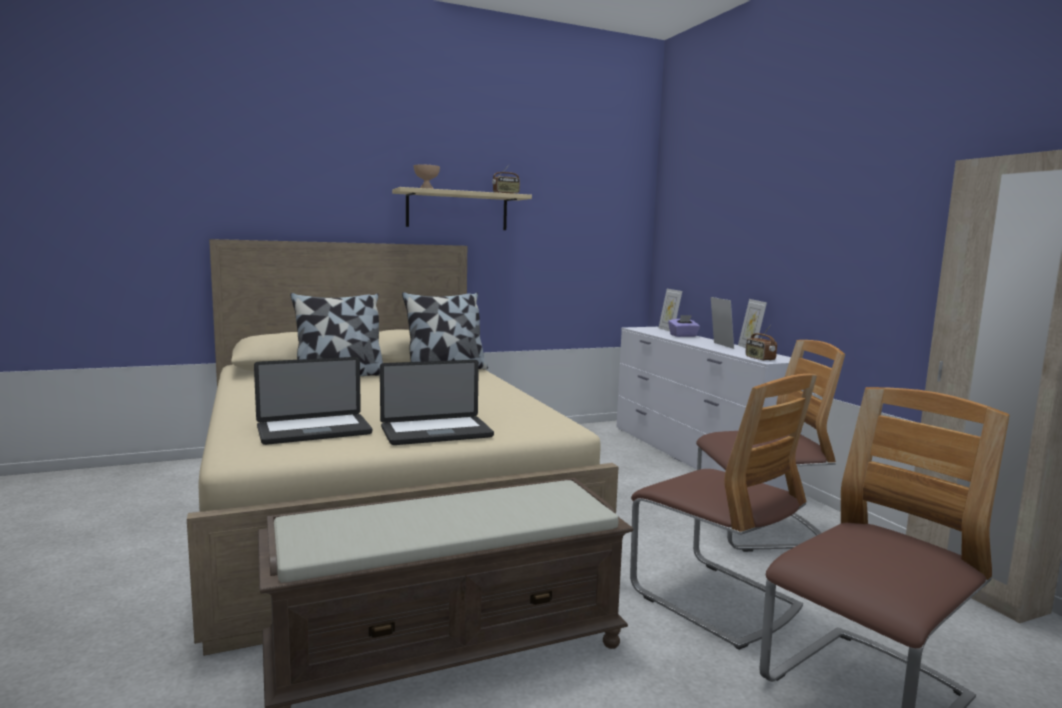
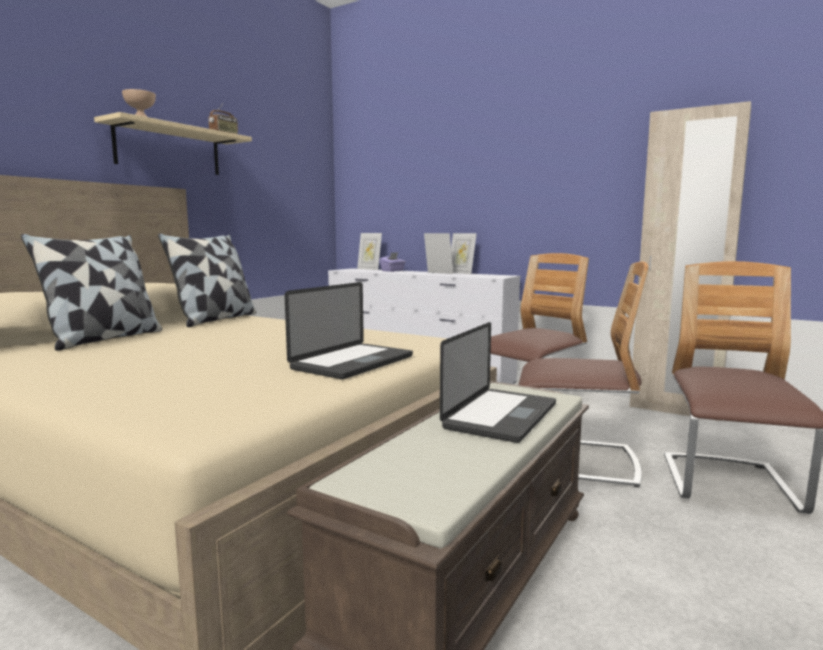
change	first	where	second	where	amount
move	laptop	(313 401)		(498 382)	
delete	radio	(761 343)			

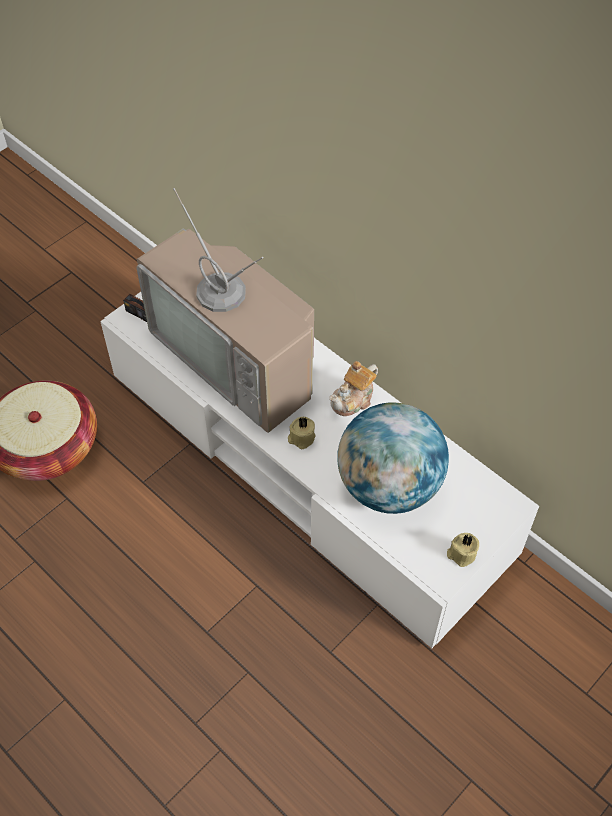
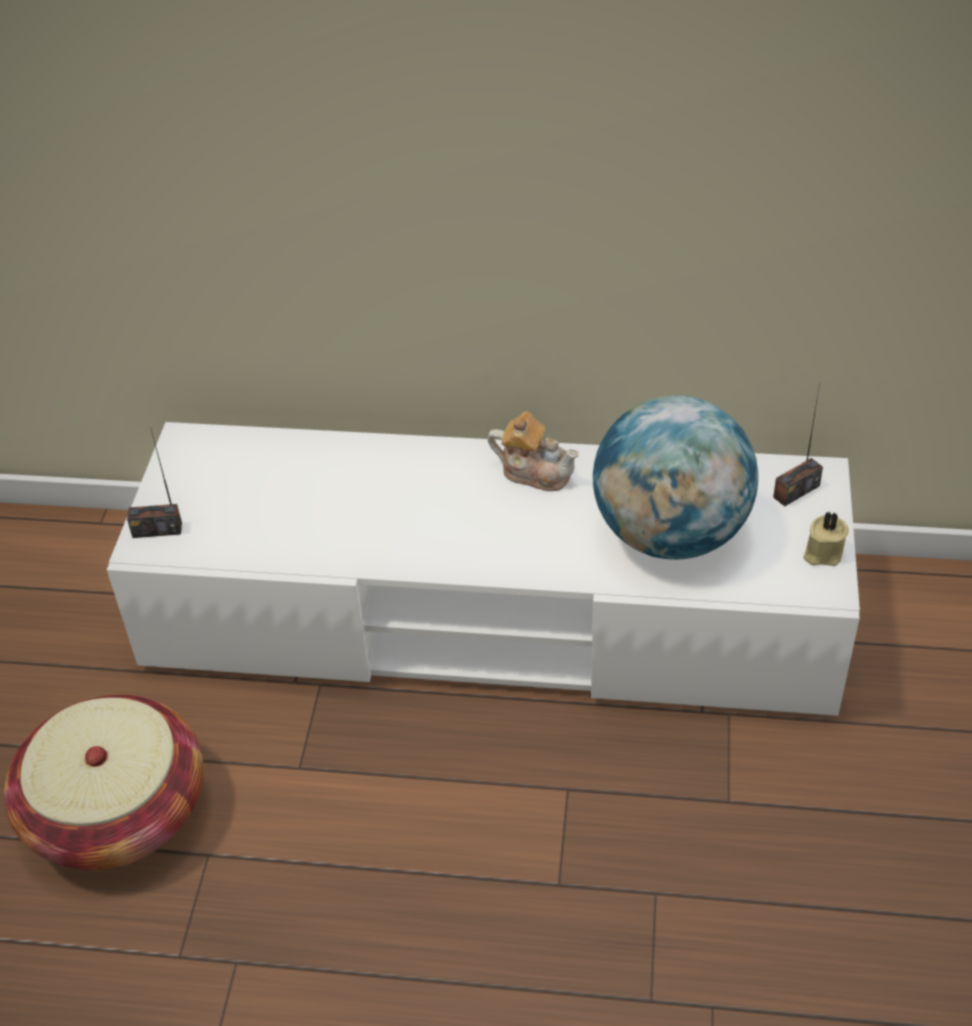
change	first	where	second	where	amount
delete	television	(225 310)			
delete	beige candle	(301 433)			
rotate	teapot	(353 388)		(533 451)	75 degrees counterclockwise
insert			radio	(798 445)	

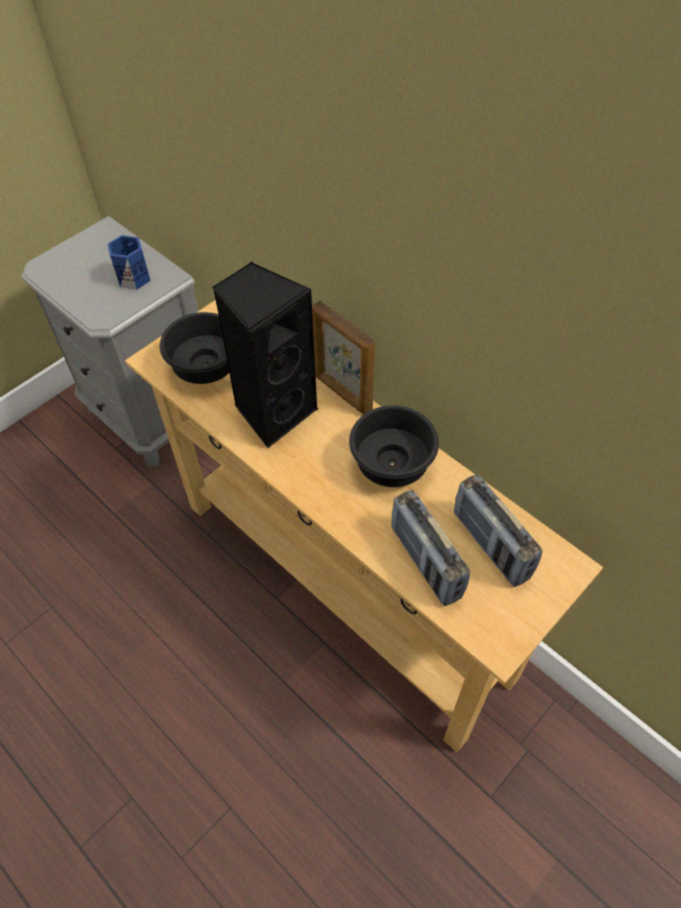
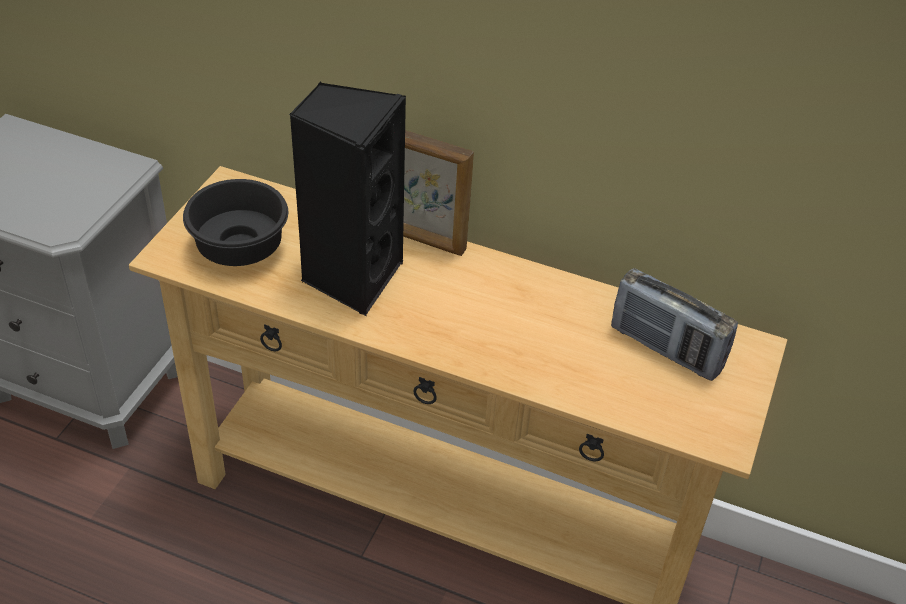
change	first	where	second	where	amount
delete	blue mug	(129 262)			
delete	black bowl	(394 446)			
delete	radio	(430 548)			

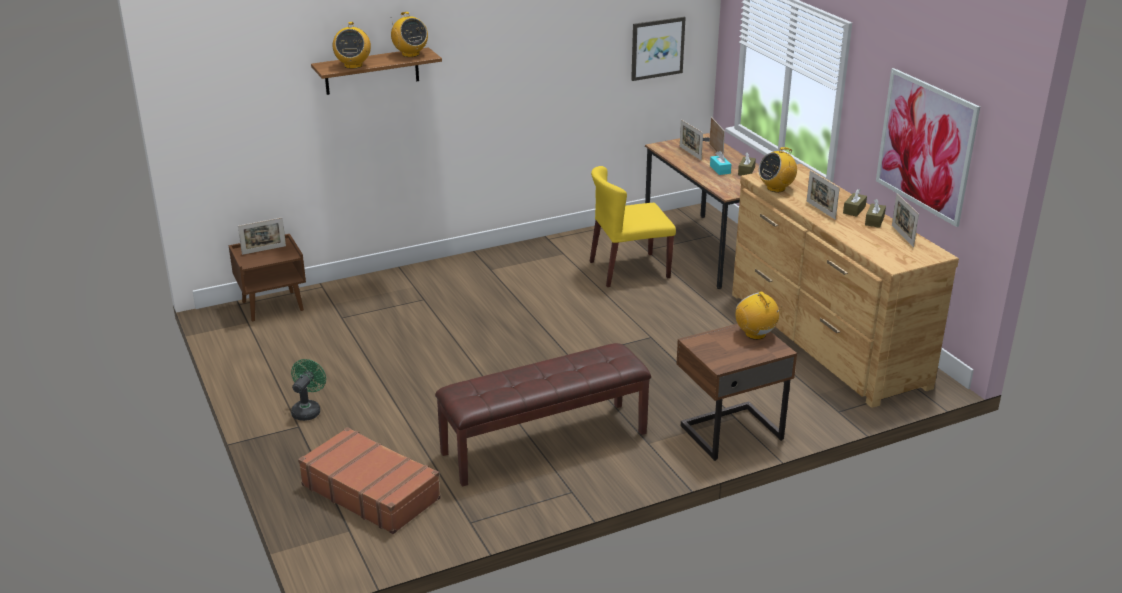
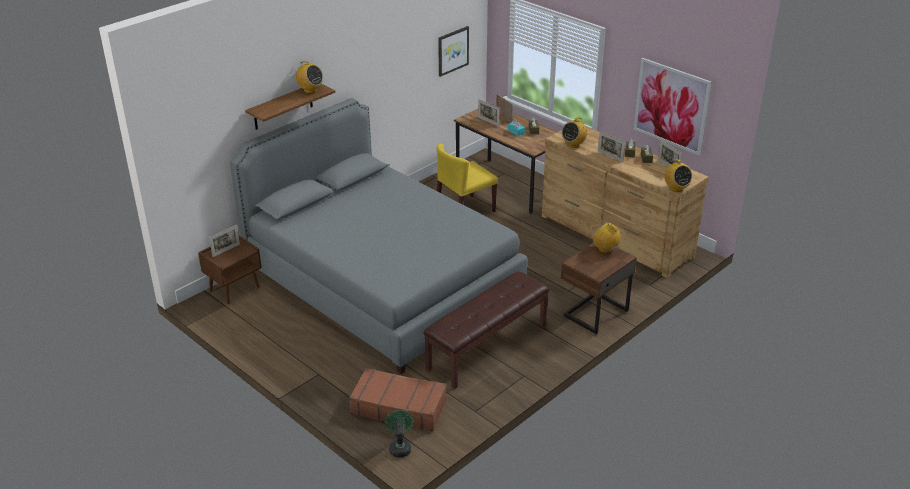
change	first	where	second	where	amount
move	green fan	(308 390)		(399 434)	
move	radio	(352 45)		(678 175)	
insert			grey bed	(378 236)	

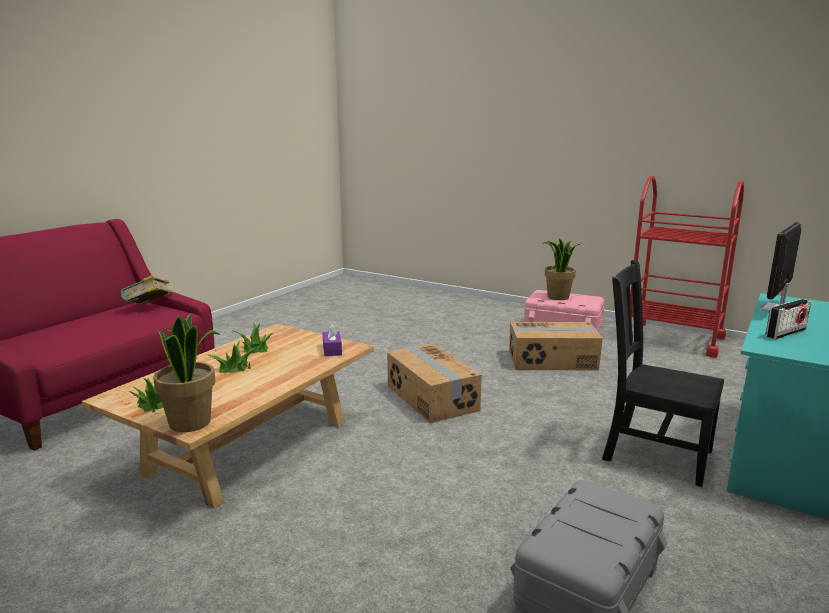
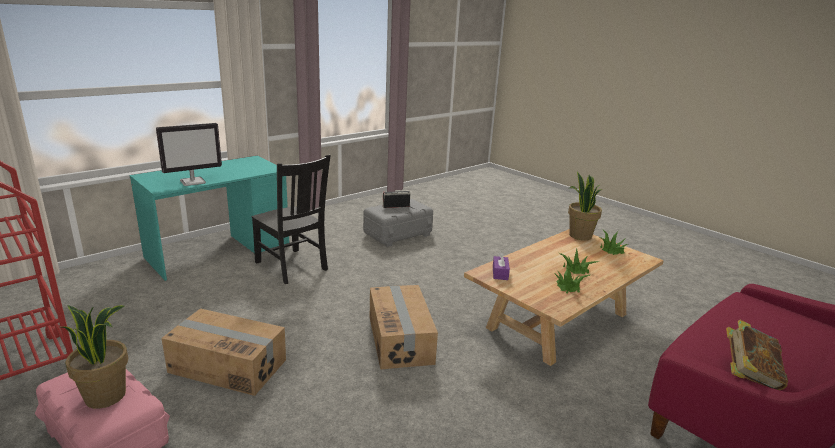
change	first	where	second	where	amount
move	radio	(788 319)		(396 199)	

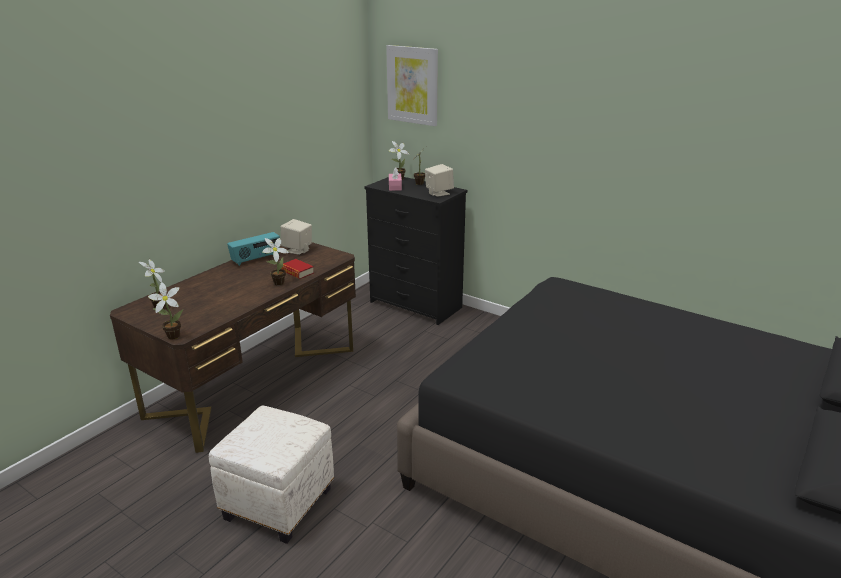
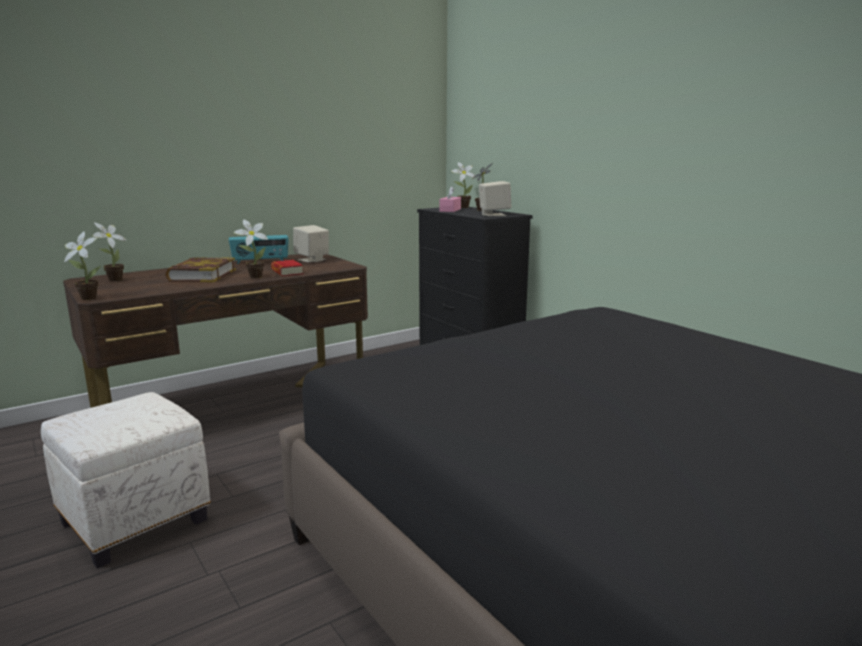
change	first	where	second	where	amount
delete	picture	(412 85)			
insert			book	(200 269)	

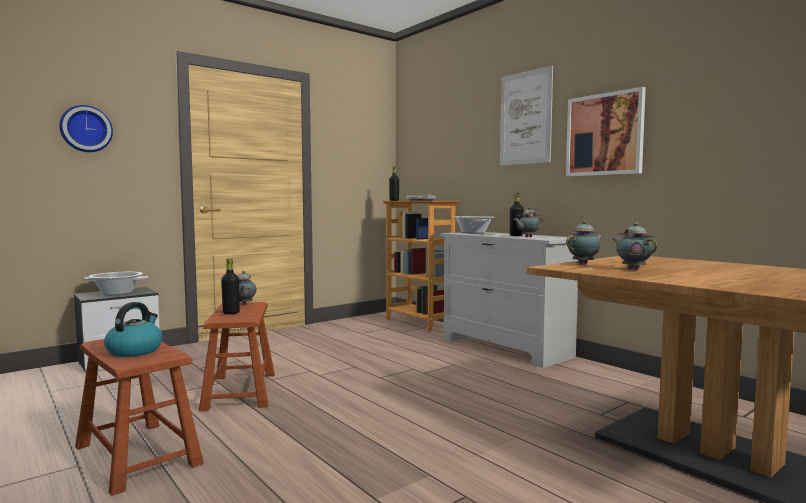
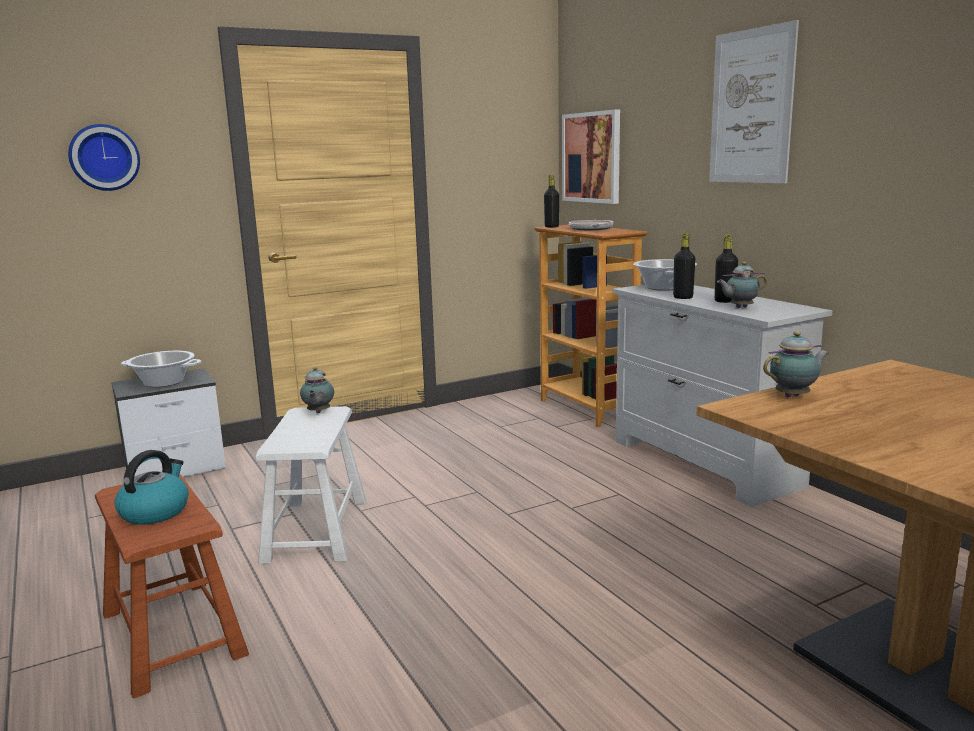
change	first	where	second	where	amount
recolor	brown stool	(237 357)	white stool	(311 485)	
move	black bottle	(230 286)		(684 266)	
move	picture	(606 131)		(591 157)	
delete	teapot	(635 246)			

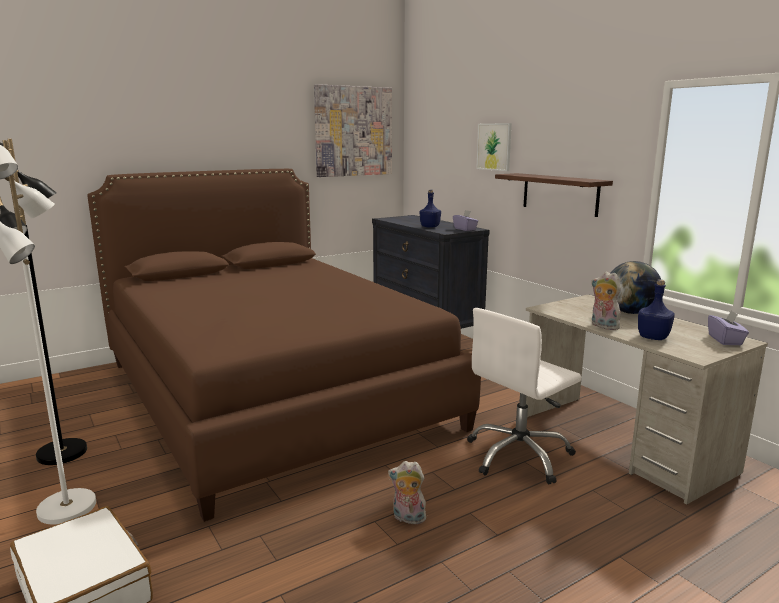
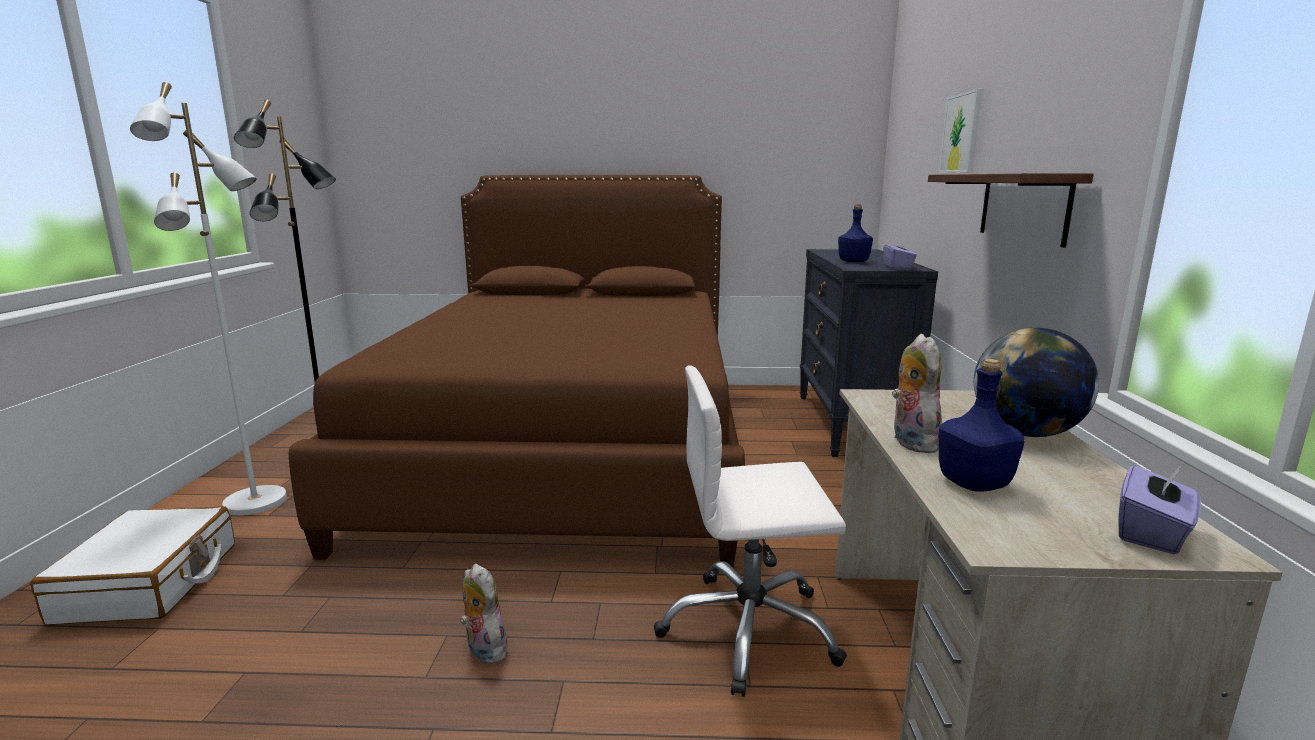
change	first	where	second	where	amount
delete	picture	(353 130)			

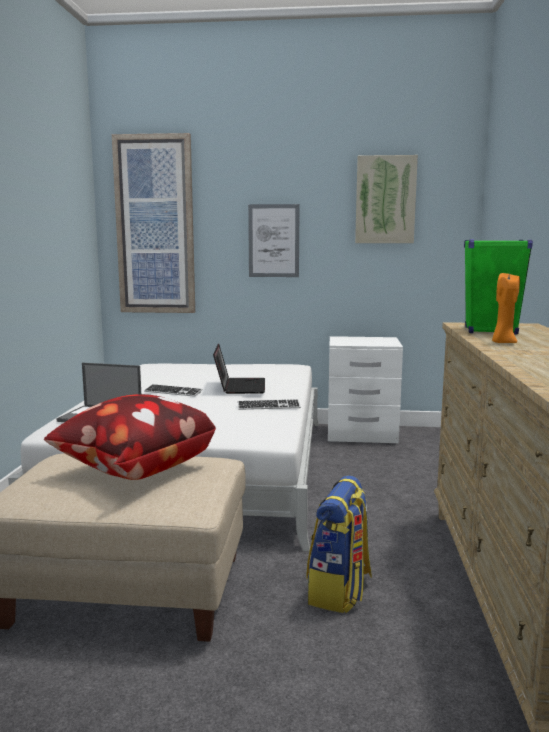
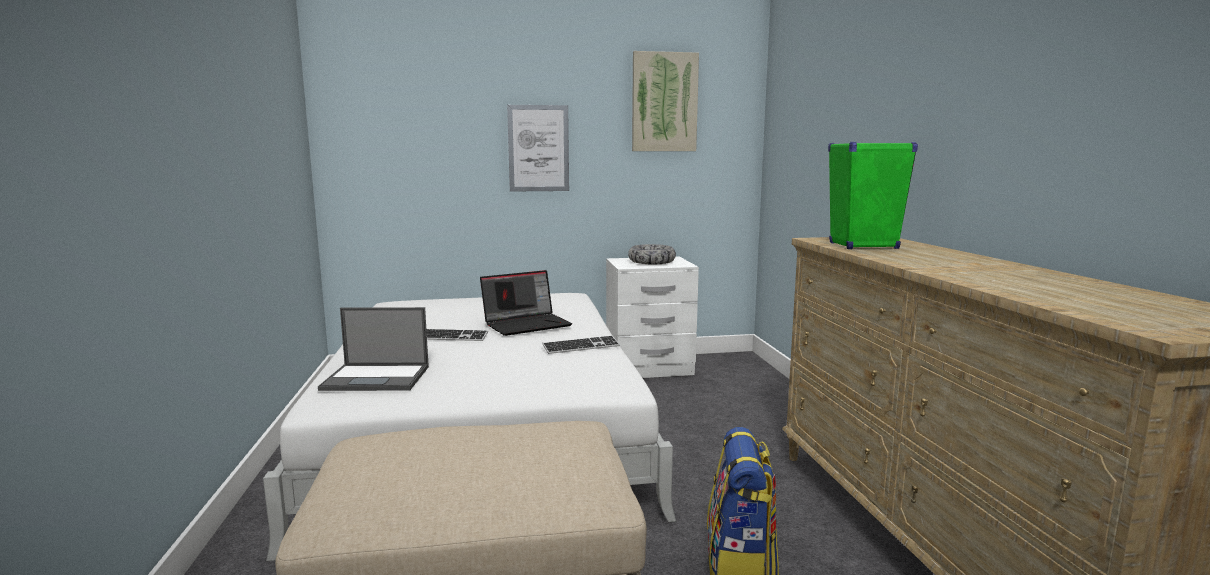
change	first	where	second	where	amount
delete	pillow	(130 437)			
delete	picture	(153 223)			
rotate	laptop	(239 369)		(526 303)	75 degrees clockwise
delete	orange candle	(506 308)			
insert			bowl	(652 254)	

